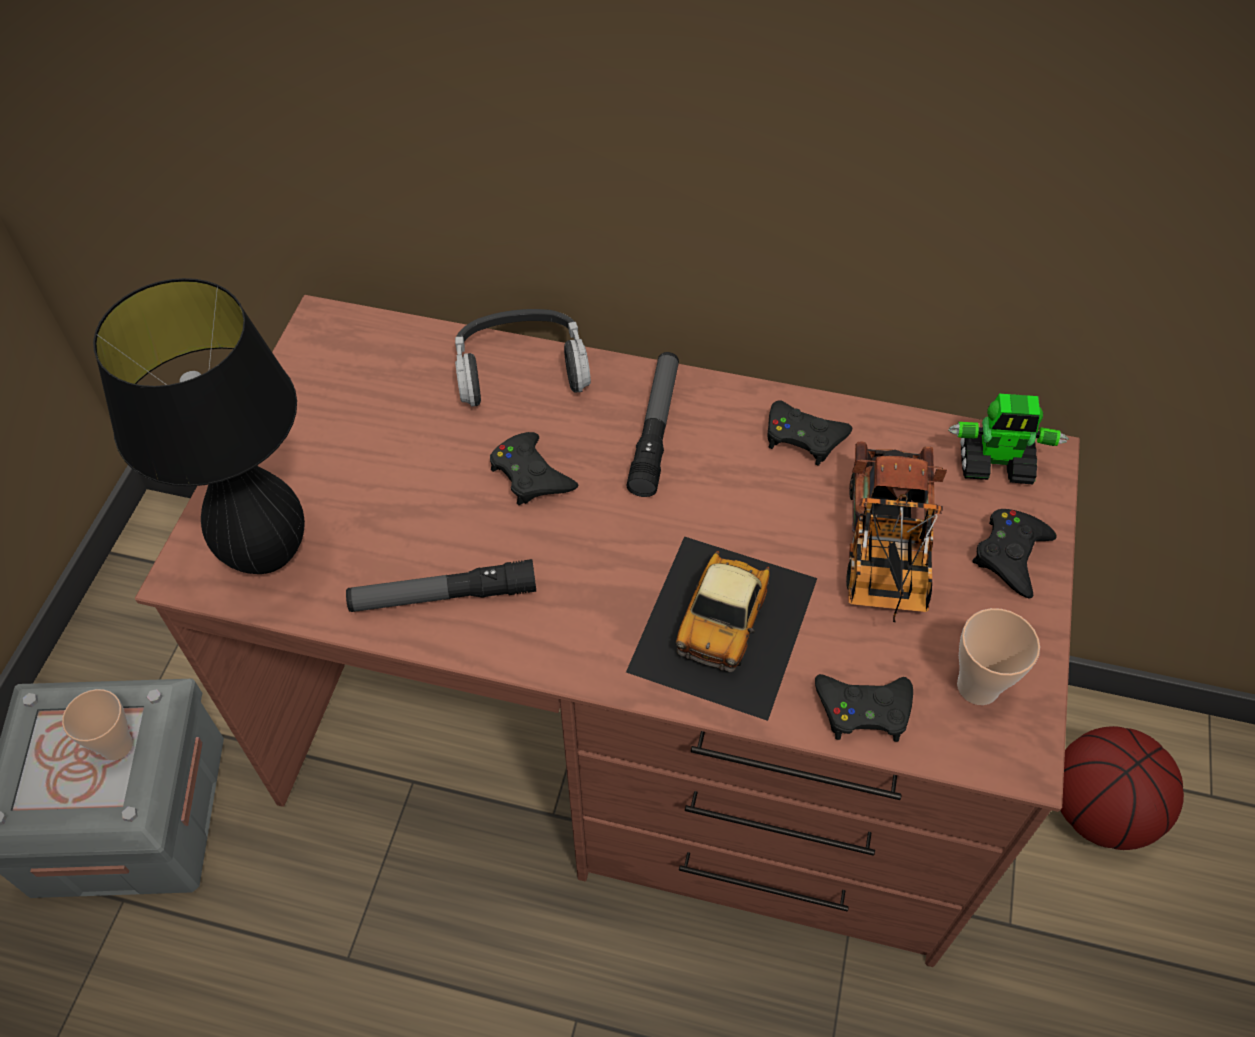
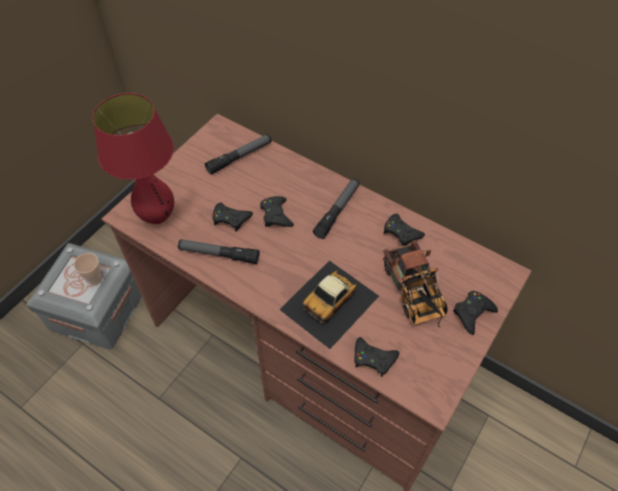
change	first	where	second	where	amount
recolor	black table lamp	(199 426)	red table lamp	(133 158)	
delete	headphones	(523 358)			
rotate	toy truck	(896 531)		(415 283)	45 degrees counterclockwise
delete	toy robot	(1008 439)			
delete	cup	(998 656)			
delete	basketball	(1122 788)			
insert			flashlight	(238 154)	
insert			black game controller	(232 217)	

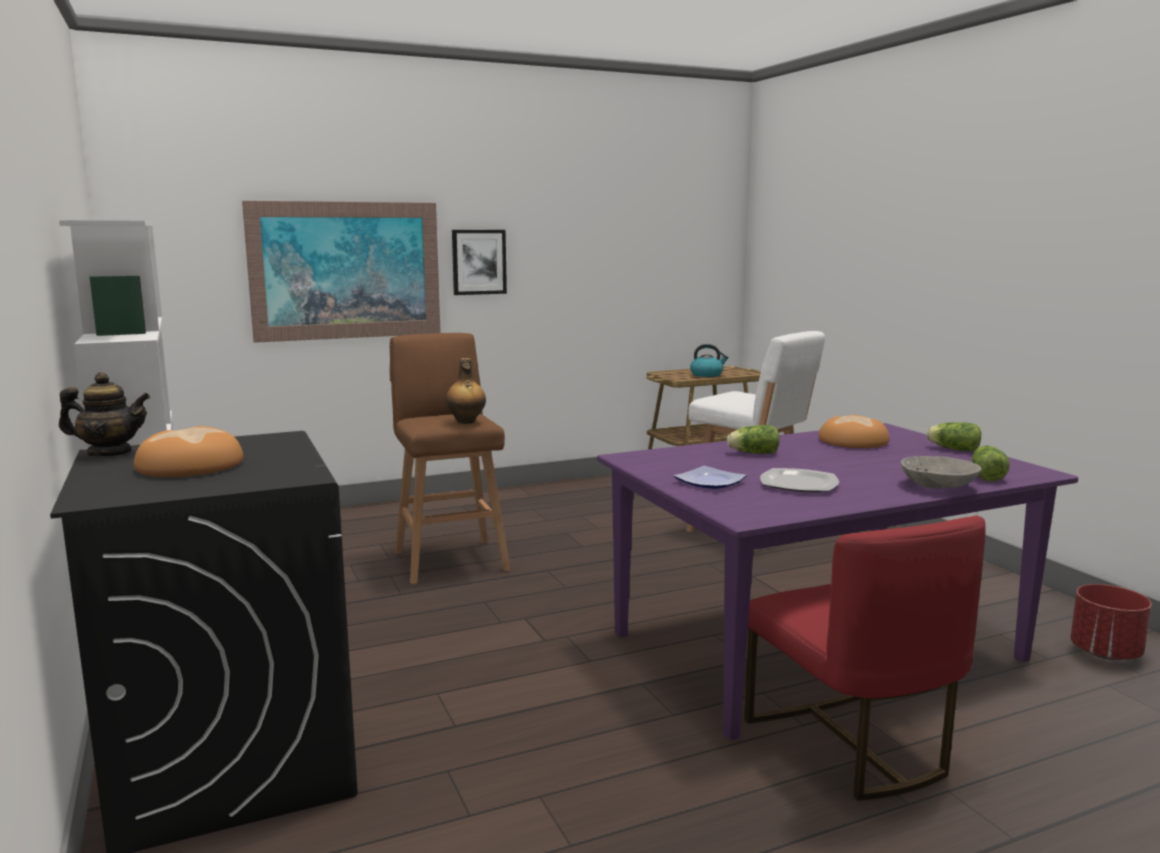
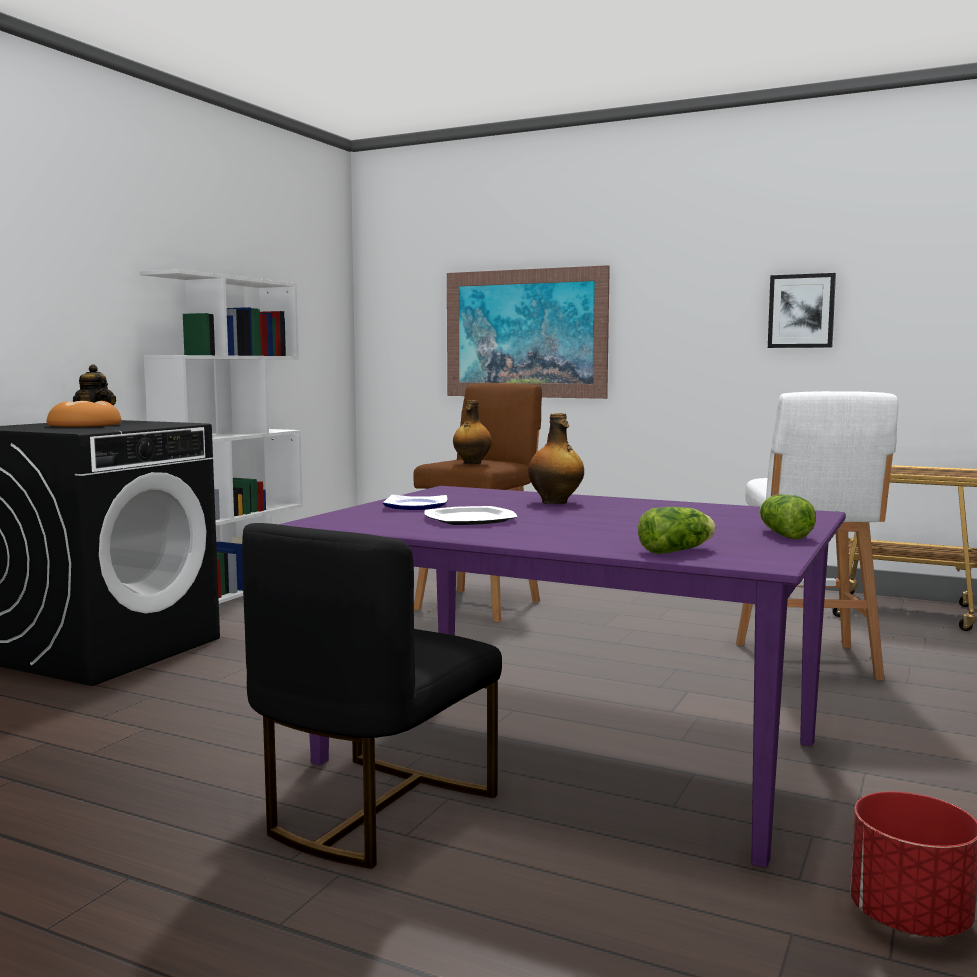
change	first	where	second	where	amount
move	picture	(479 262)		(802 310)	
delete	kettle	(709 360)			
replace	lettuce	(753 439)	bottle	(556 458)	
recolor	red chair	(865 658)	black chair	(372 696)	
delete	bread	(853 431)			
delete	grey bowl	(941 472)			

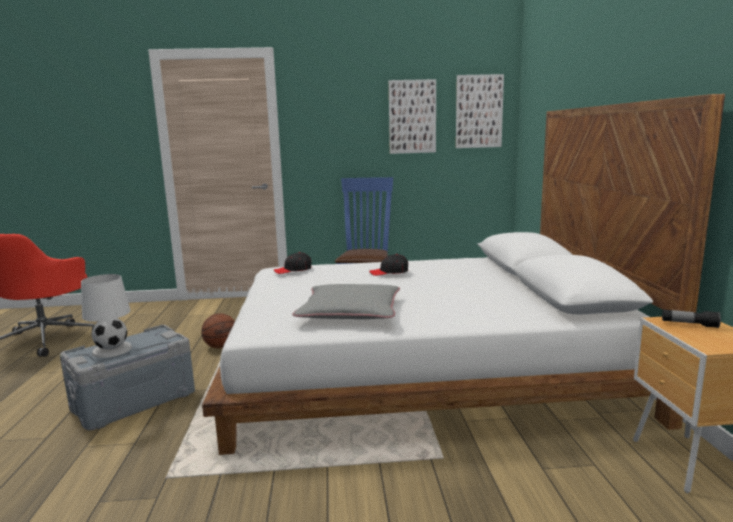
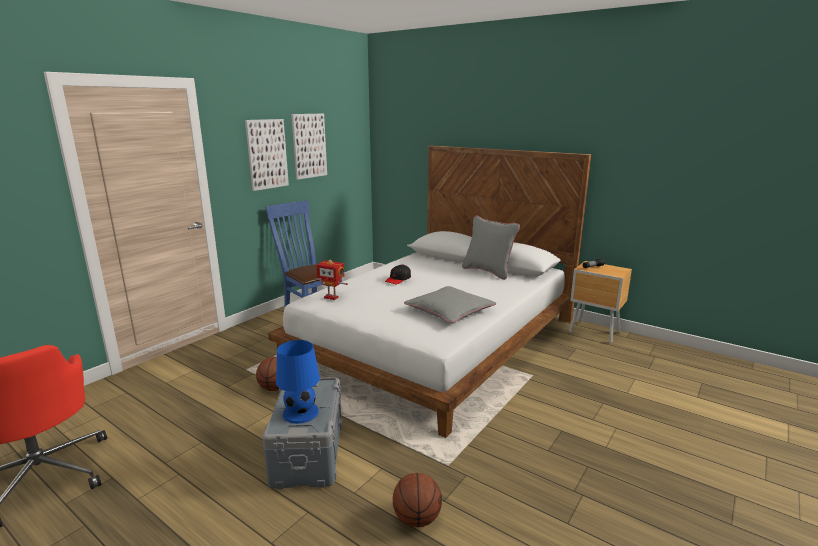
change	first	where	second	where	amount
recolor	white table lamp	(106 316)	blue table lamp	(298 382)	
replace	black cap	(292 263)	toy robot	(331 280)	
move	picture	(480 111)		(267 155)	
insert			basketball	(417 500)	
insert			grey pillow	(491 248)	

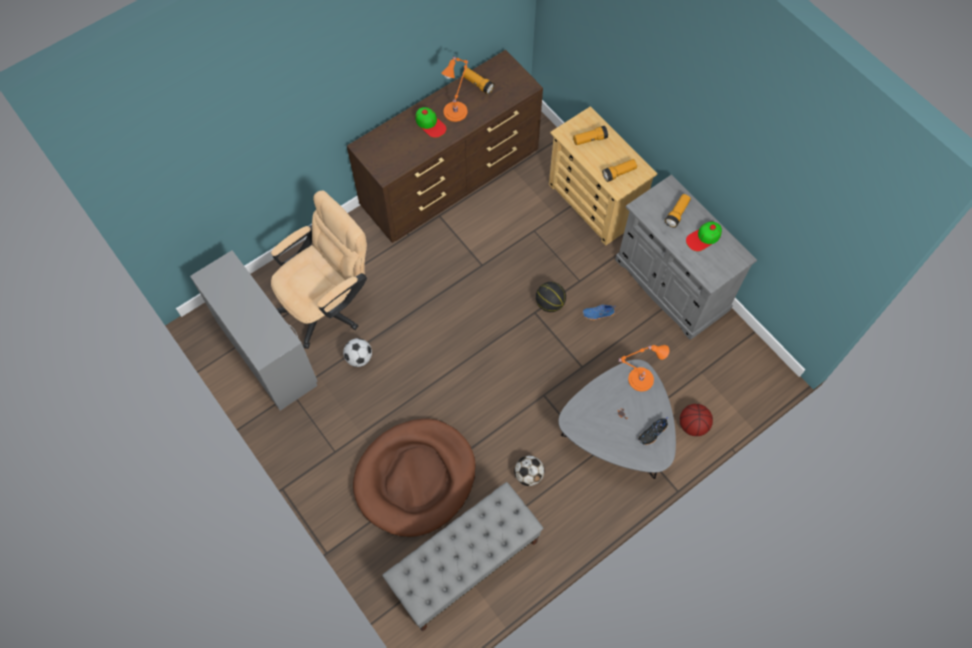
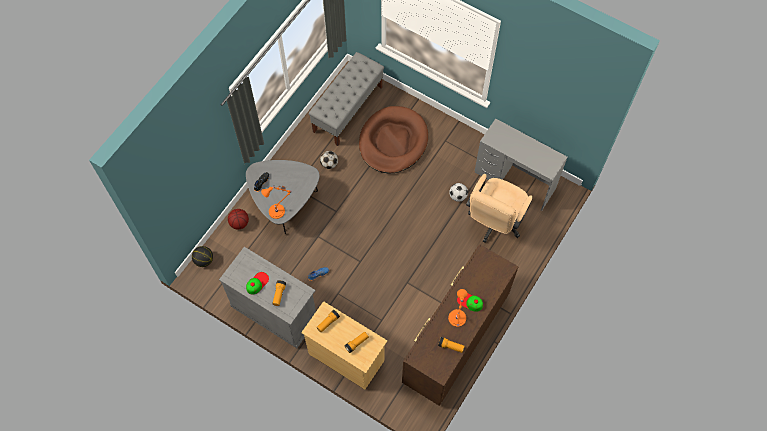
change	first	where	second	where	amount
move	basketball	(551 297)		(202 256)	

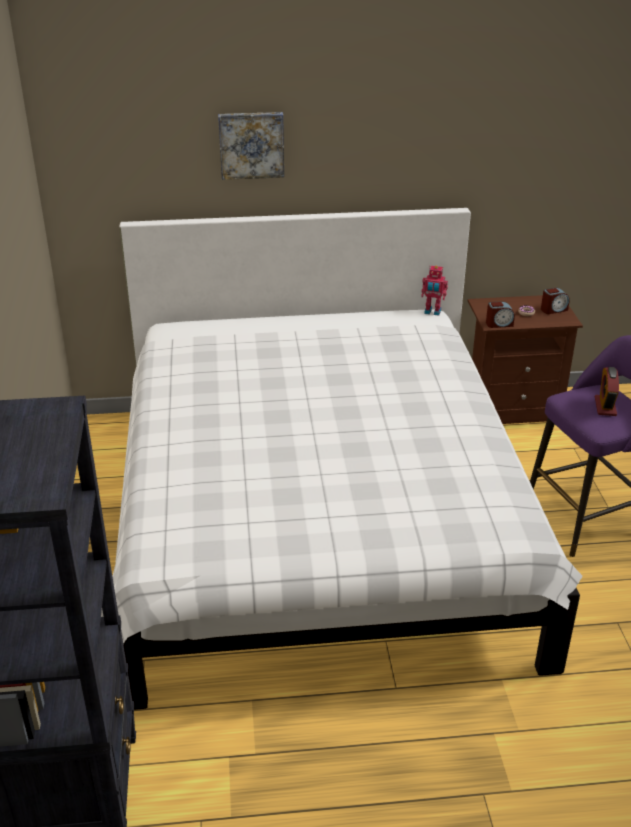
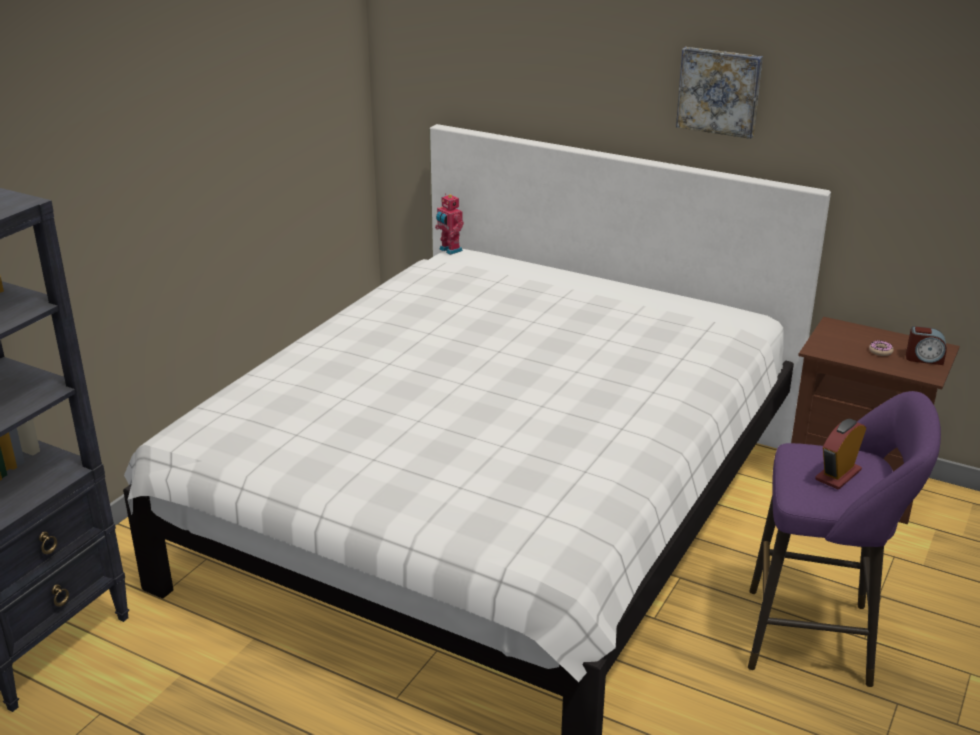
change	first	where	second	where	amount
move	picture	(251 146)		(719 93)	
move	toy robot	(434 291)		(449 224)	
delete	alarm clock	(500 314)			

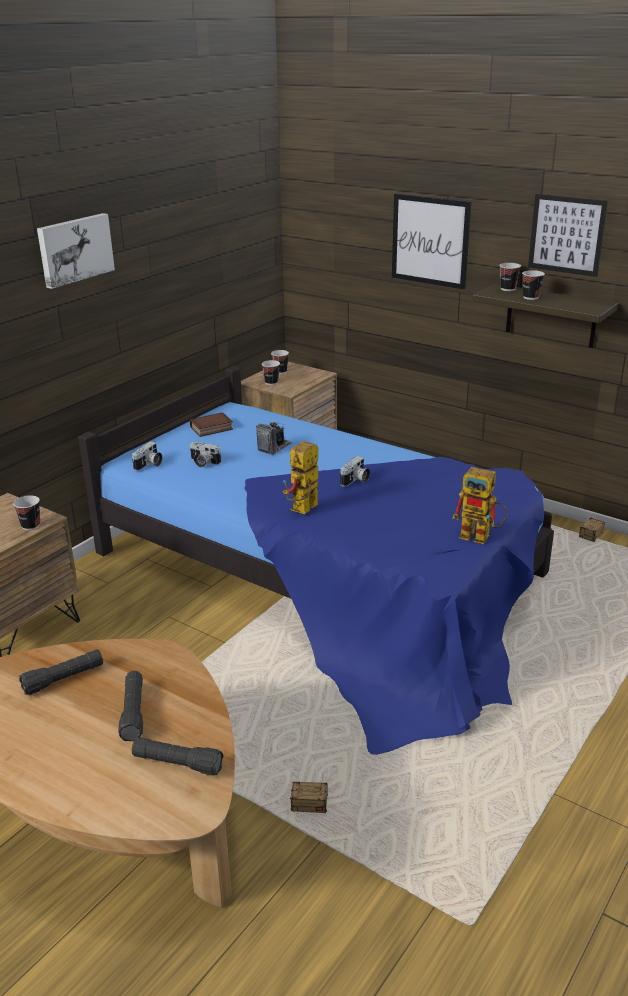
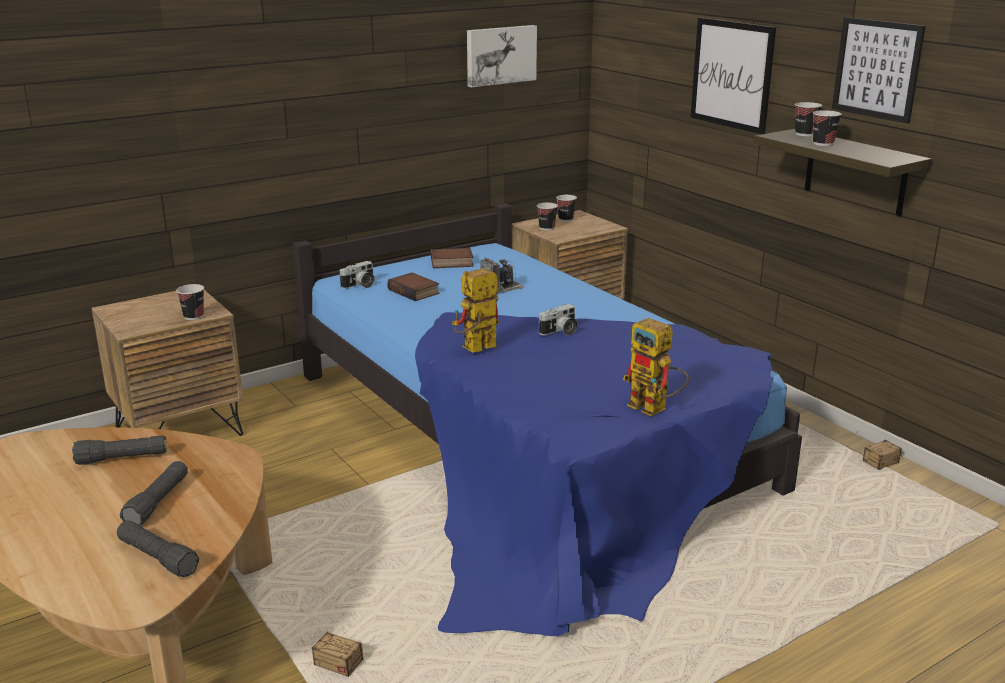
change	first	where	second	where	amount
move	picture	(76 251)		(502 56)	
replace	photo camera	(205 454)	book	(413 287)	

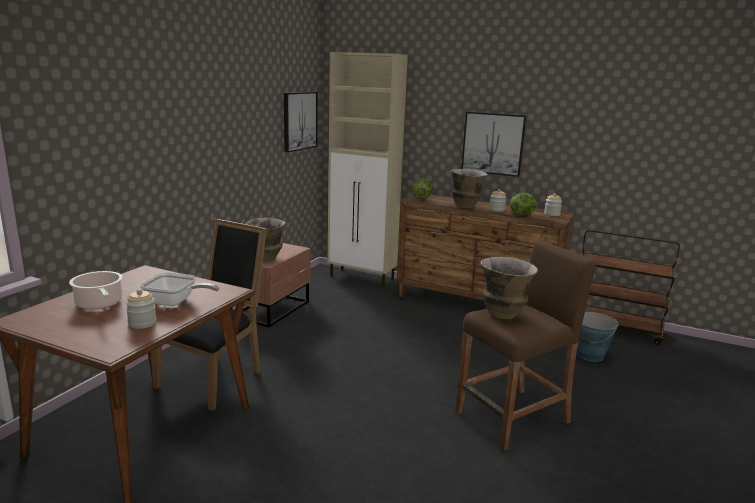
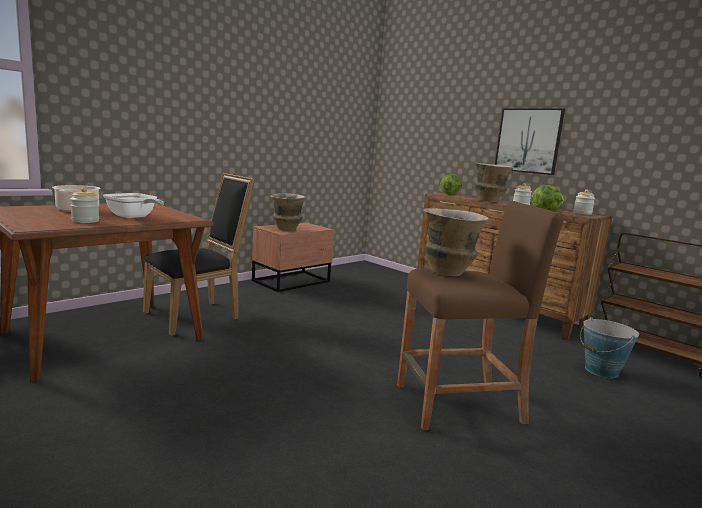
change	first	where	second	where	amount
delete	picture	(301 122)			
delete	beige cabinet	(368 169)			

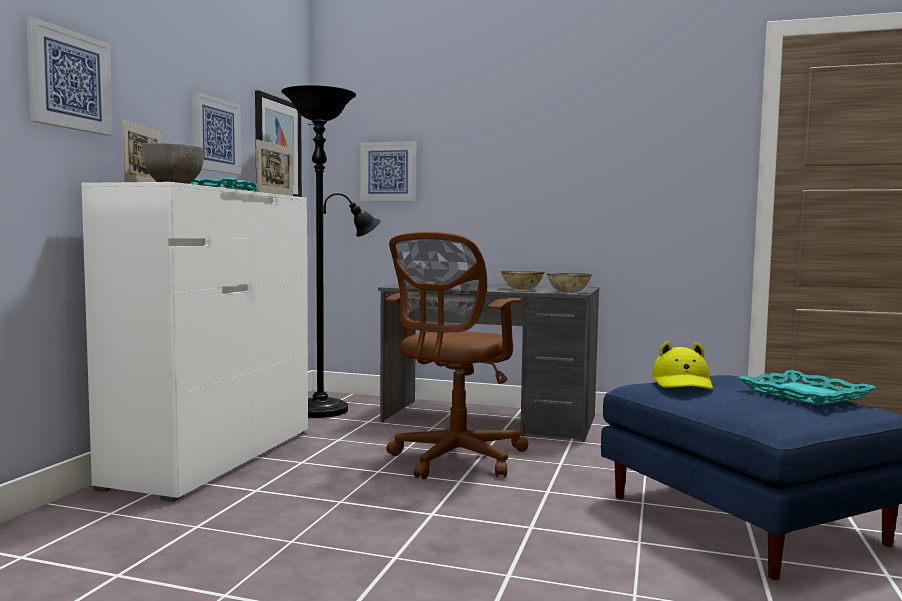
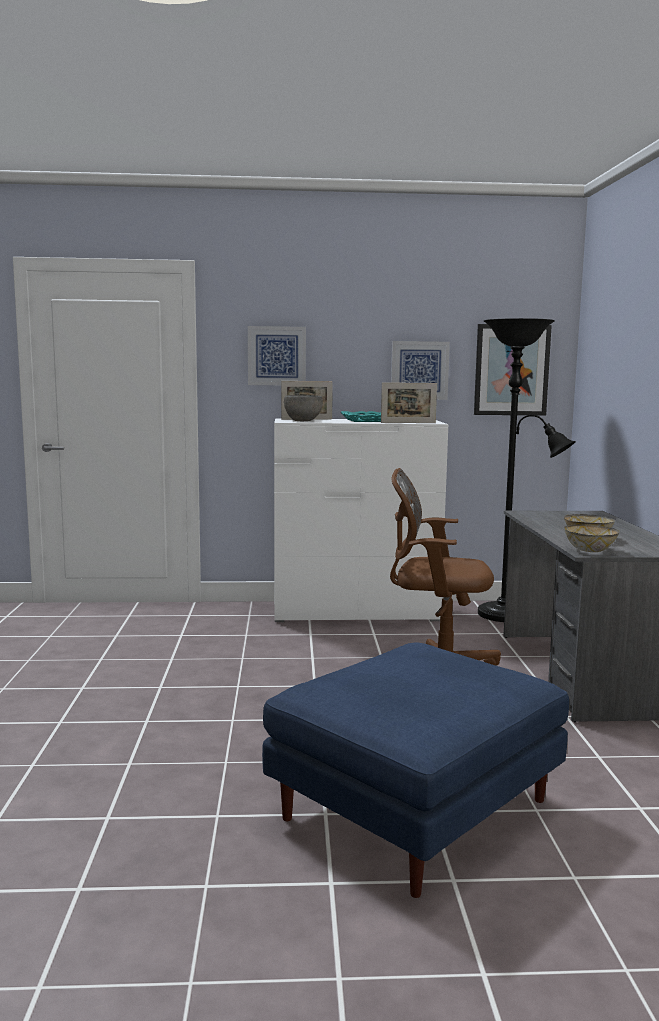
change	first	where	second	where	amount
delete	picture	(388 171)			
delete	yellow hat	(682 365)			
delete	turquoise tray	(807 388)			

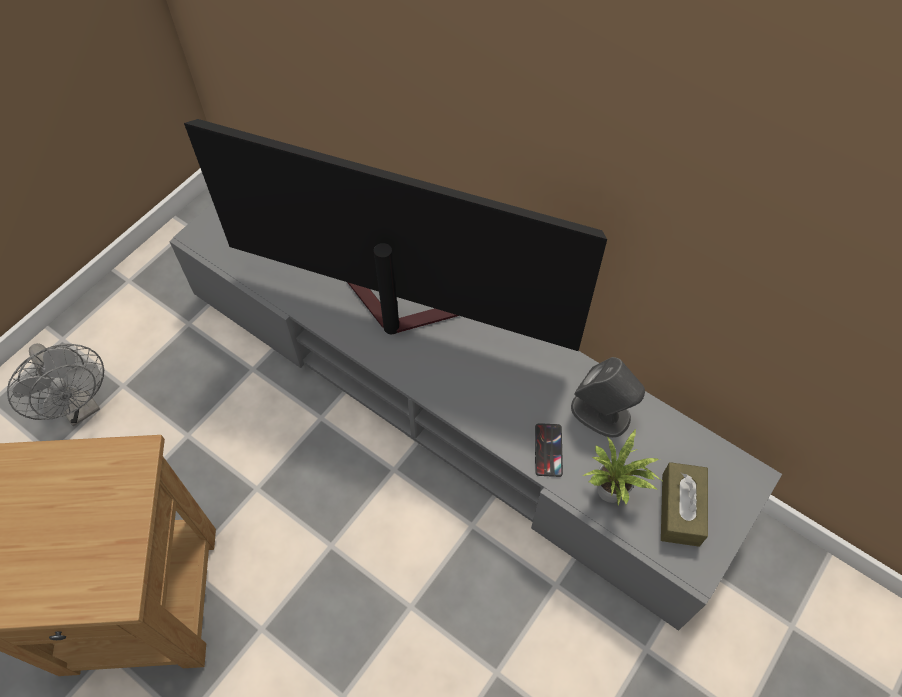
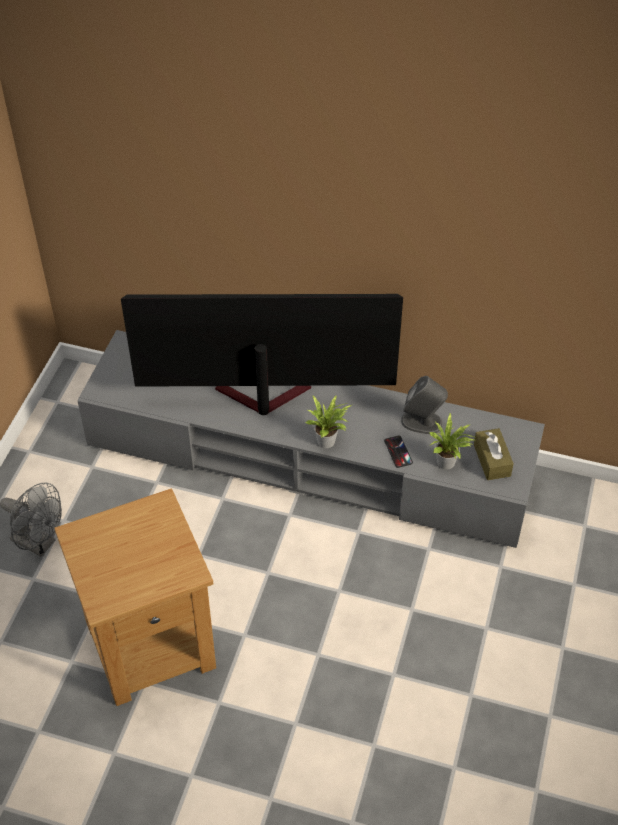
change	first	where	second	where	amount
insert			potted plant	(328 421)	

